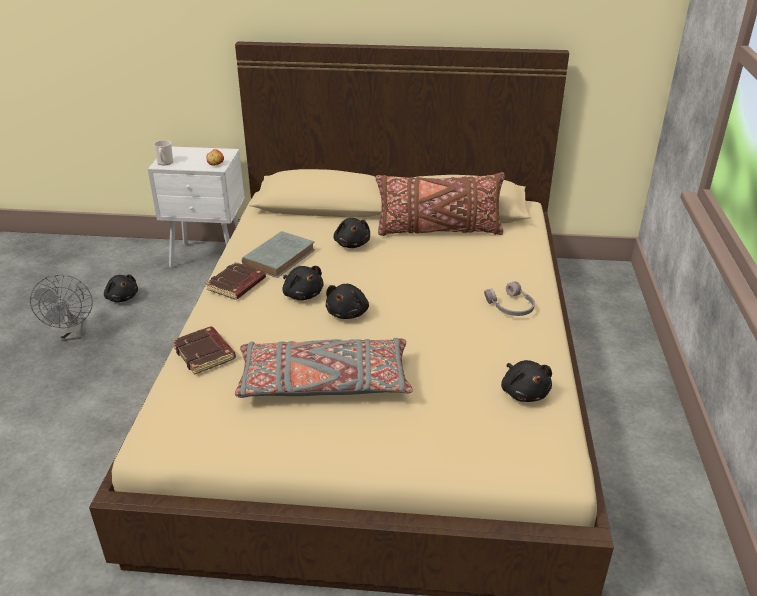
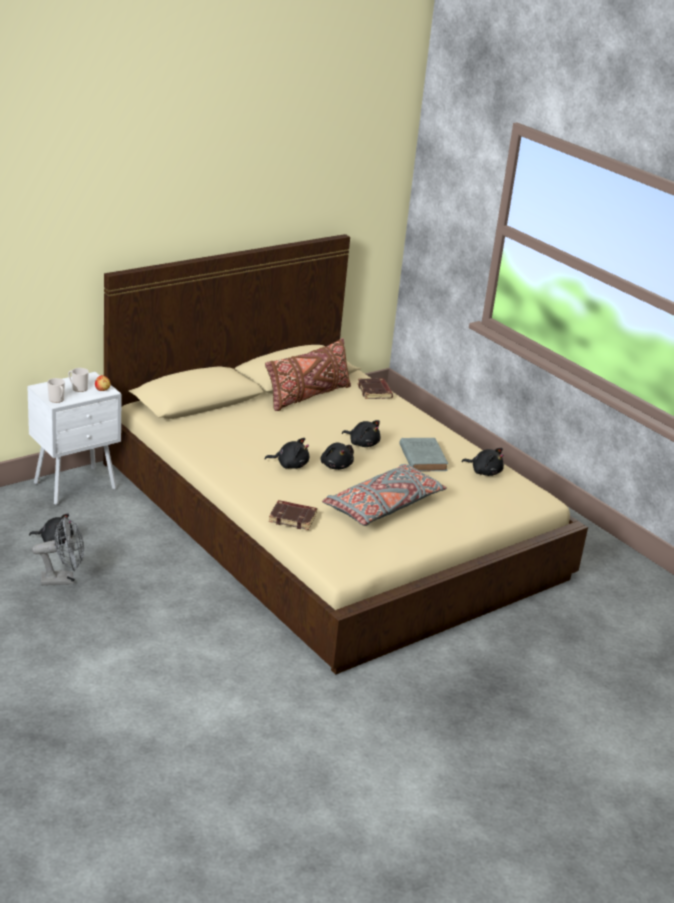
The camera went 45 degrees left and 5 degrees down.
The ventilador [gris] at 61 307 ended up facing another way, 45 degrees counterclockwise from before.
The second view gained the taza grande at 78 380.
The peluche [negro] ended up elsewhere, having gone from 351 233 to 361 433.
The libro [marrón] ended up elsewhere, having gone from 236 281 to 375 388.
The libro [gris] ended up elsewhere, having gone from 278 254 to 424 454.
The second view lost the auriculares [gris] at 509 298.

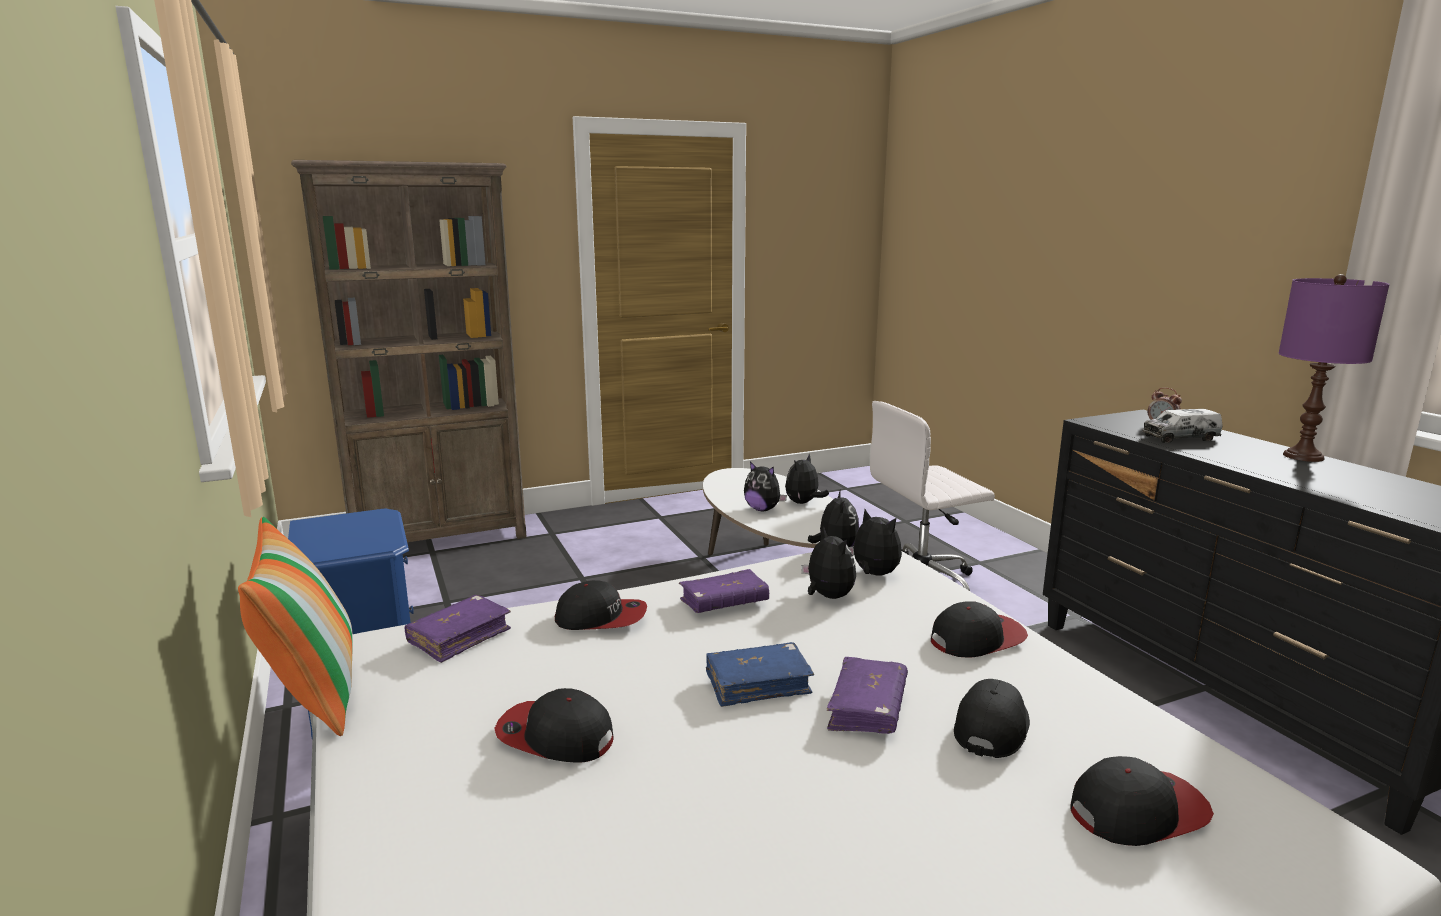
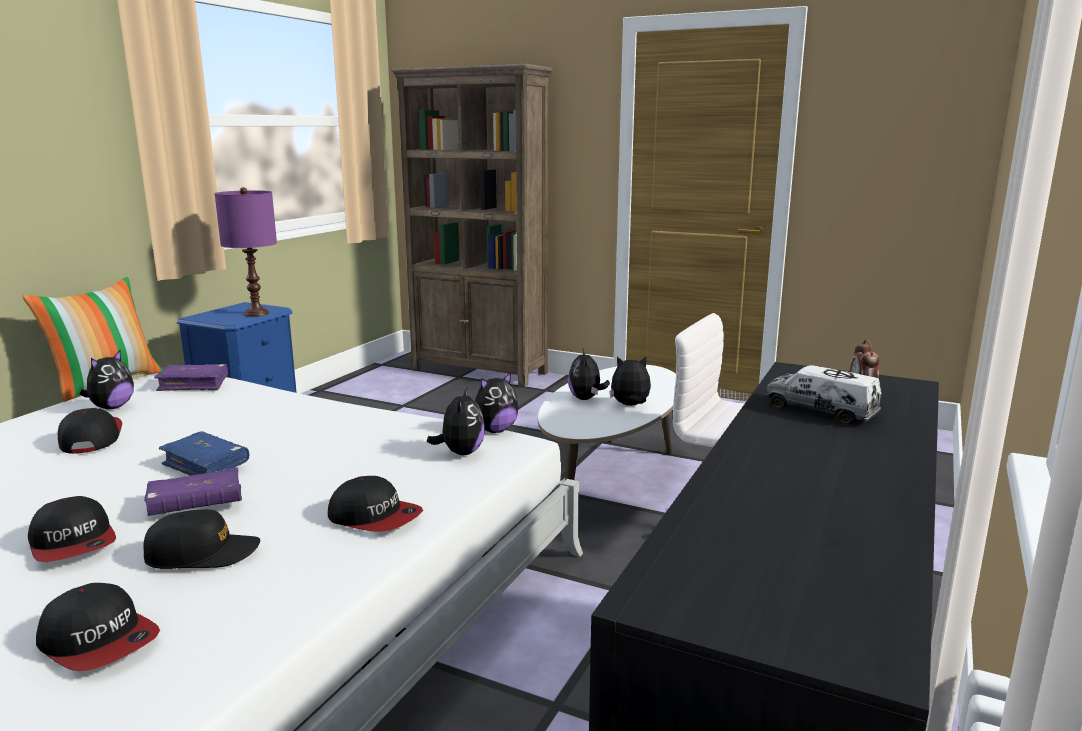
The camera went 50 degrees right and 0 degrees up.
The gorra ended up elsewhere, having gone from 601 605 to 72 529.
The peluche ended up elsewhere, having gone from 828 563 to 107 379.
The lámpara de mesa [morado] ended up elsewhere, having gone from 1334 368 to 245 252.
The second view lost the libro [morado] at 724 591.

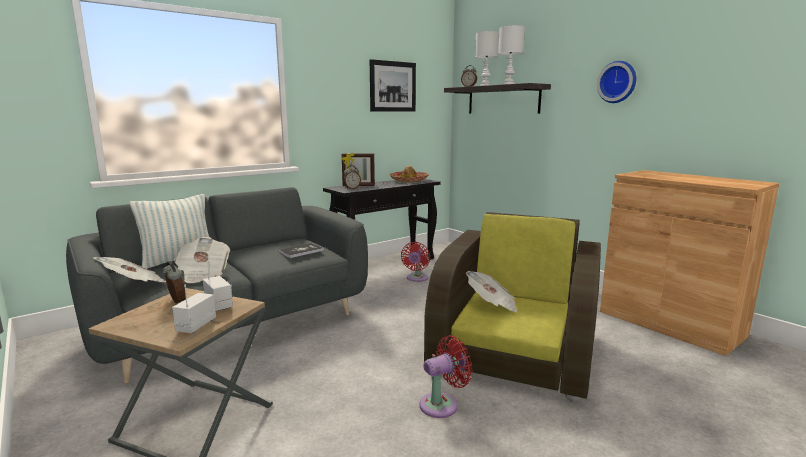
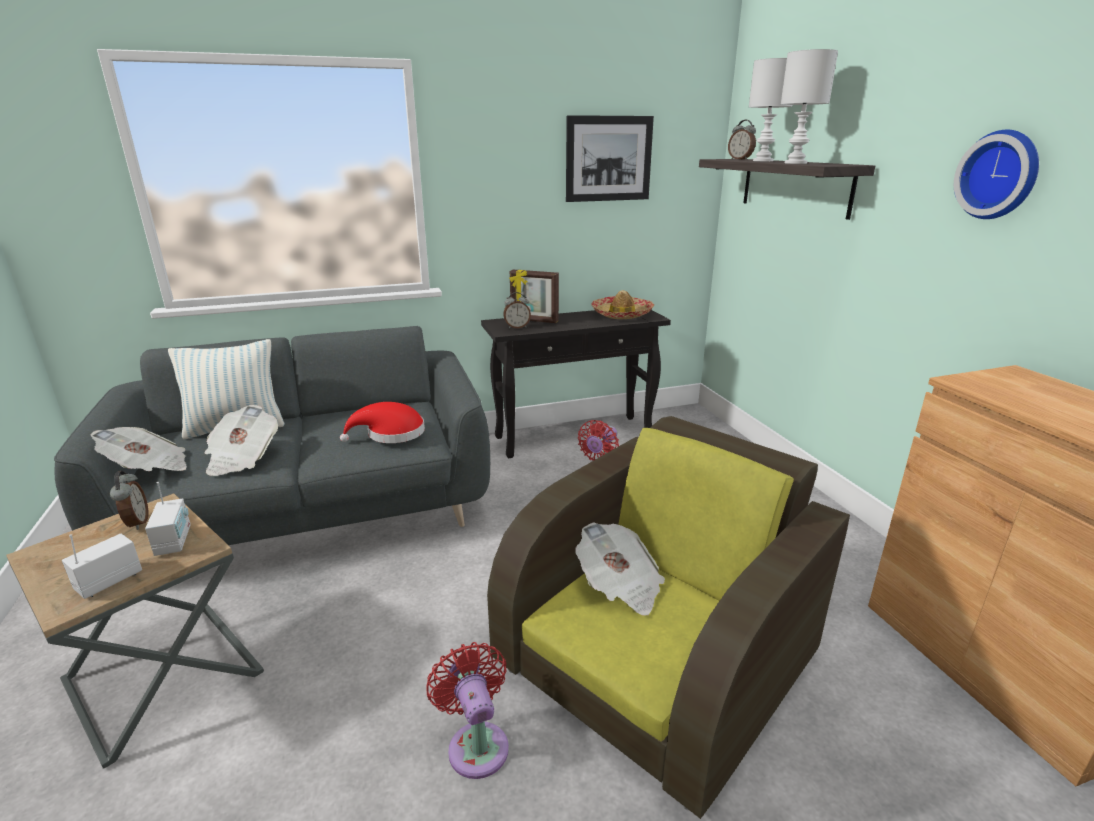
The camera went 20 degrees right and 10 degrees up.
Where the libro stood at 301 250, the sombrero [rojo] came to stand at 382 422.
The ventilador [rojo] at 446 376 ended up facing another way, 105 degrees counterclockwise from before.

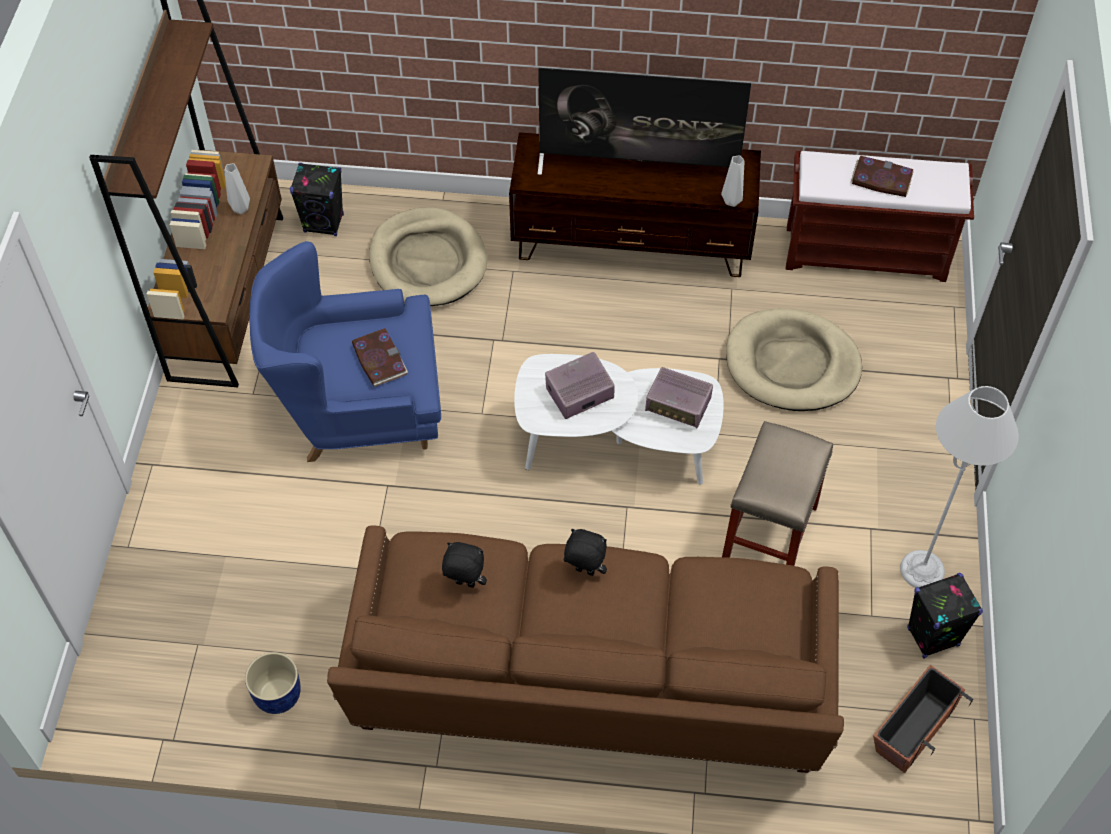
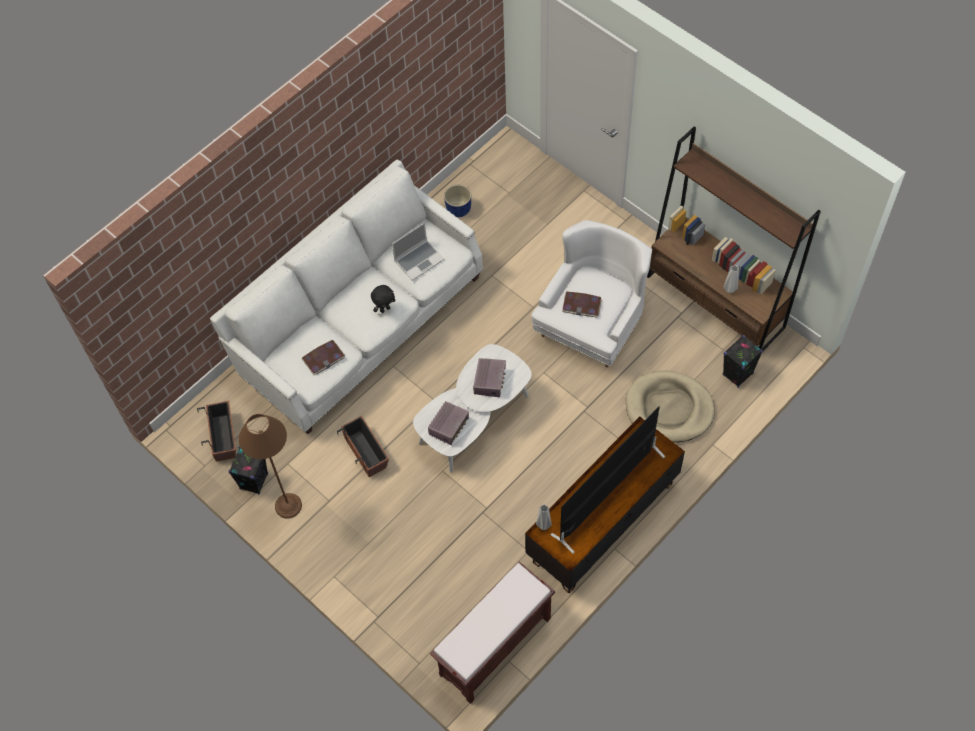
The camera went 130 degrees right and 5 degrees up.
What was the sofá [marrón] at 585 649 turned into the sofá [blanco] at 346 297.
What was the lámpara de pie [gris] at 959 487 turned into the lámpara de pie [marrón] at 270 466.
The libro ended up elsewhere, having gone from 882 176 to 323 357.
Where the taburete [beis] stood at 777 493, the maceta came to stand at 363 446.
Where the peluche [negro] stood at 464 565, the portátil came to stand at 418 252.
The radio at 679 398 ended up facing another way, 150 degrees clockwise from before.
What was the sillón [azul] at 345 351 turned into the sillón [blanco] at 591 293.
The second view lost the cama para perro [beis] at 794 359.

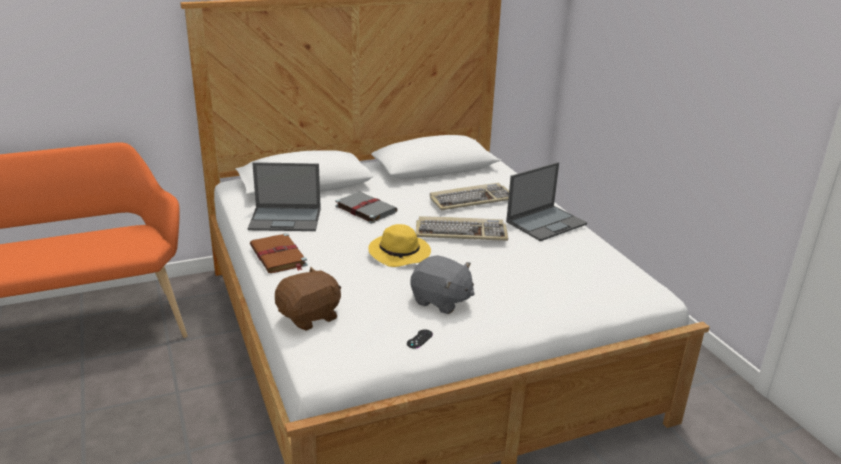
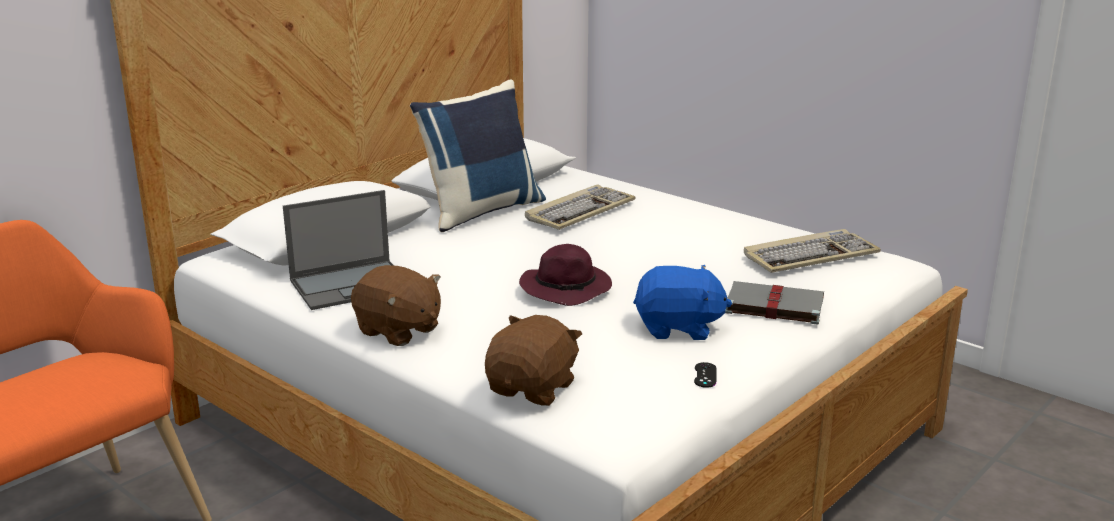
The camera went 25 degrees left and 5 degrees down.
Where the libro [marrón] stood at 279 253, the peluche [marrón] came to stand at 396 305.
The second view gained the cojín [azul] at 478 155.
What was the sombrero [amarillo] at 399 245 turned into the sombrero [morado] at 565 275.
What was the peluche [gris] at 443 284 turned into the peluche [azul] at 682 302.
The libro [gris] ended up elsewhere, having gone from 366 208 to 774 303.
The teclado ended up elsewhere, having gone from 462 228 to 812 251.
The second view lost the portátil at 546 201.

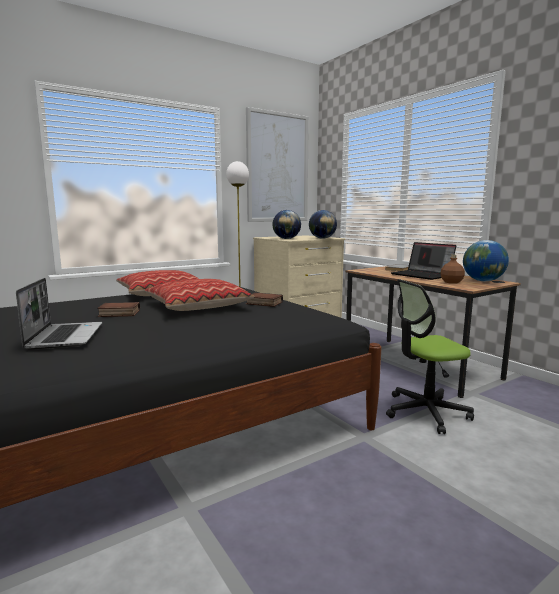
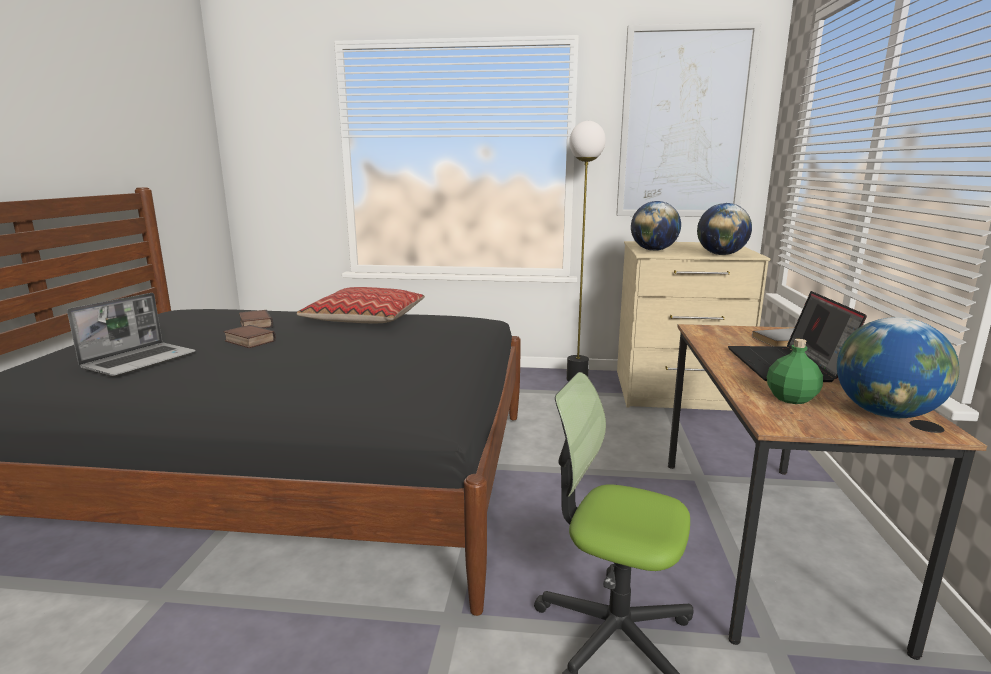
The camera went 40 degrees right and 5 degrees up.
The libro ended up elsewhere, having gone from 264 300 to 256 319.
What was the botella [marrón] at 452 269 turned into the botella [verde] at 795 371.
The second view lost the cojín at 199 295.

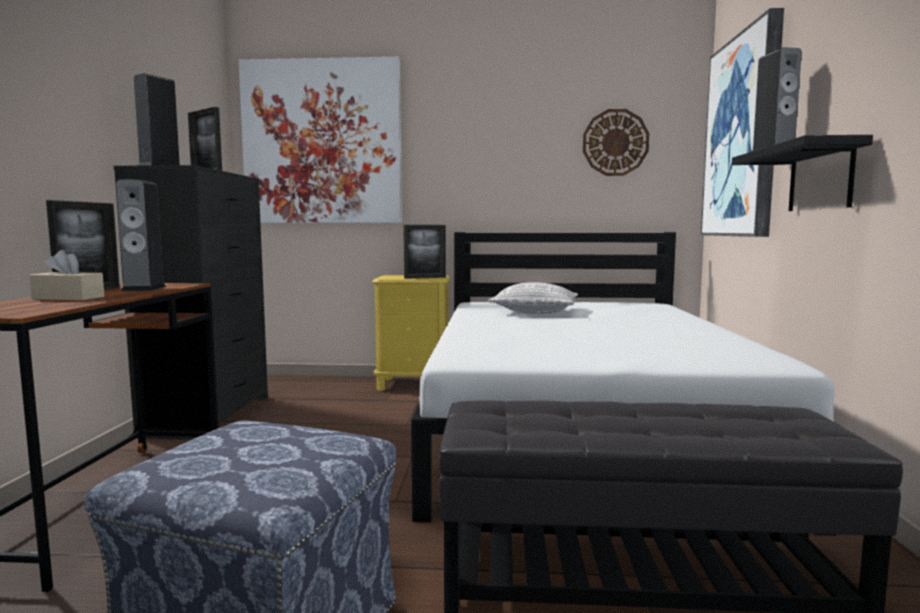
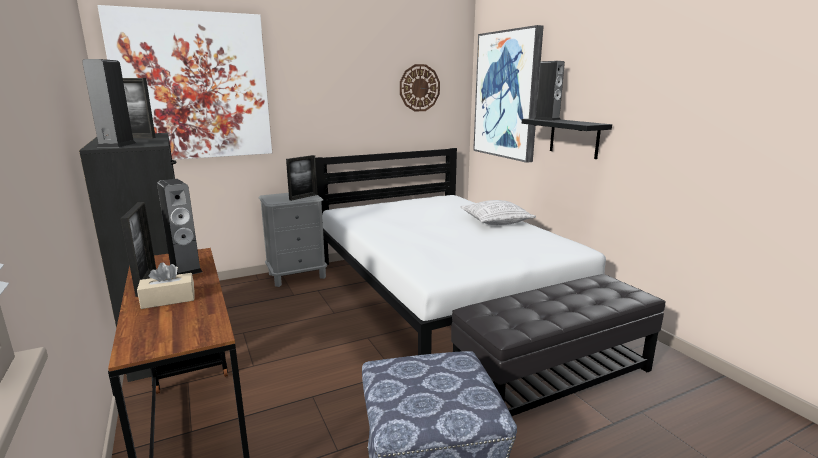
The camera went 30 degrees left and 10 degrees up.
What was the mesita de noche [amarillo] at 411 333 turned into the mesita de noche [gris] at 293 240.
The cojín ended up elsewhere, having gone from 533 298 to 498 212.

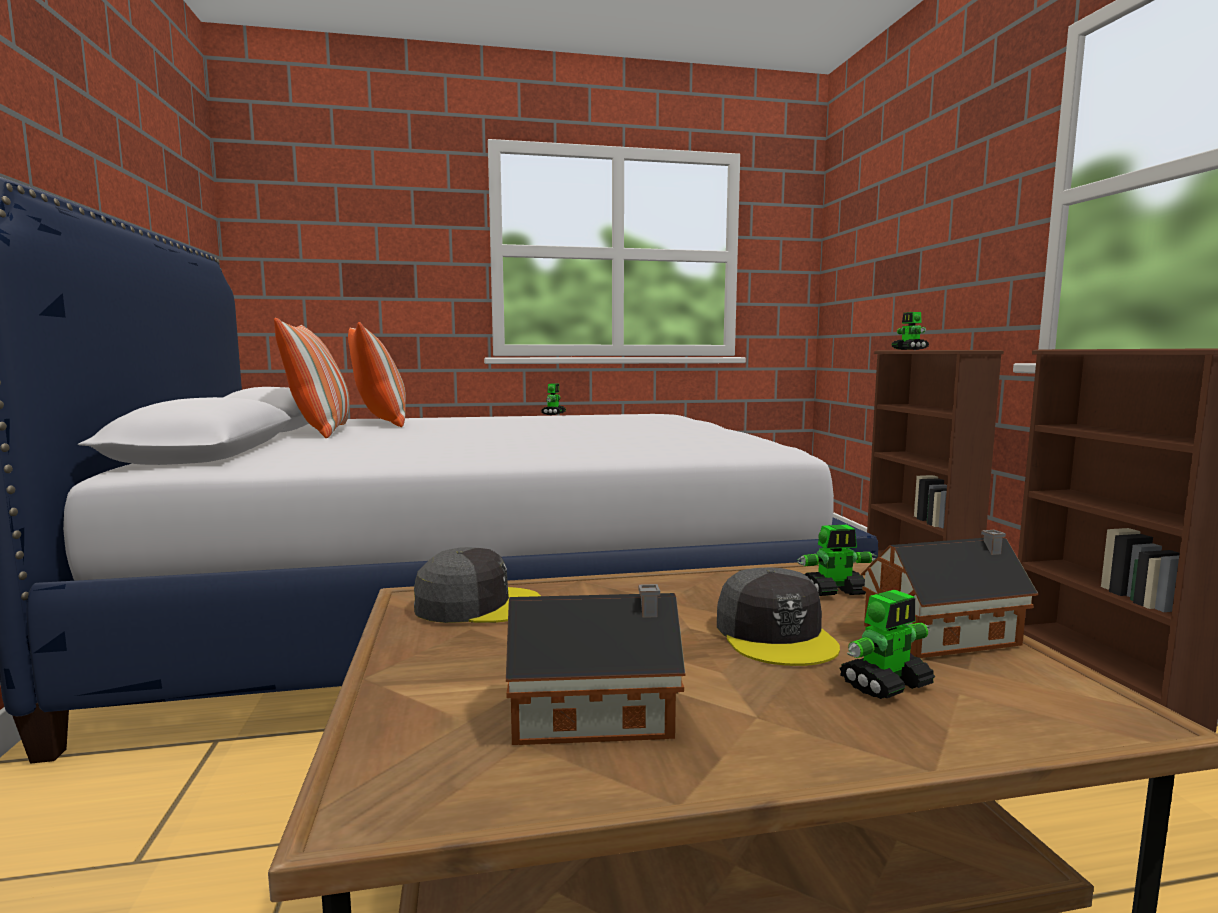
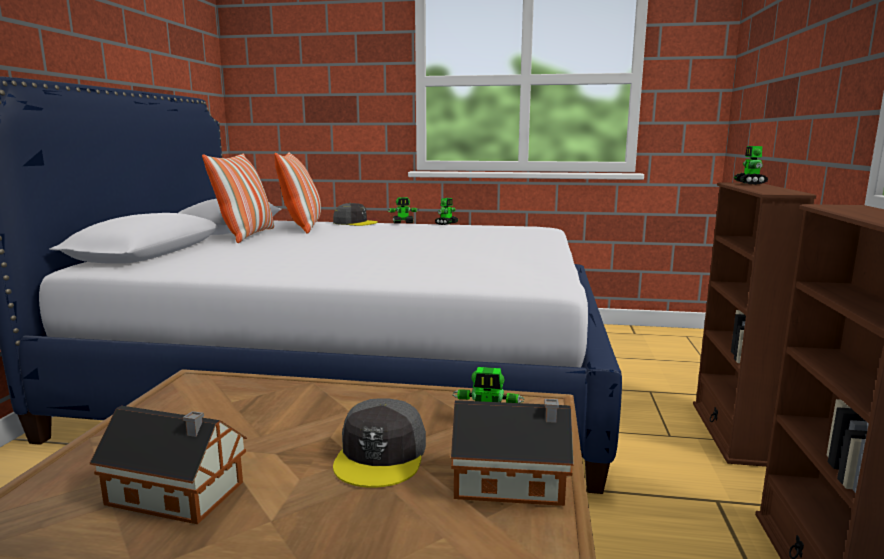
The camera went 20 degrees right and 5 degrees up.
The gorra [gris] ended up elsewhere, having gone from 477 585 to 355 214.
The robot de juguete ended up elsewhere, having gone from 888 644 to 403 210.

